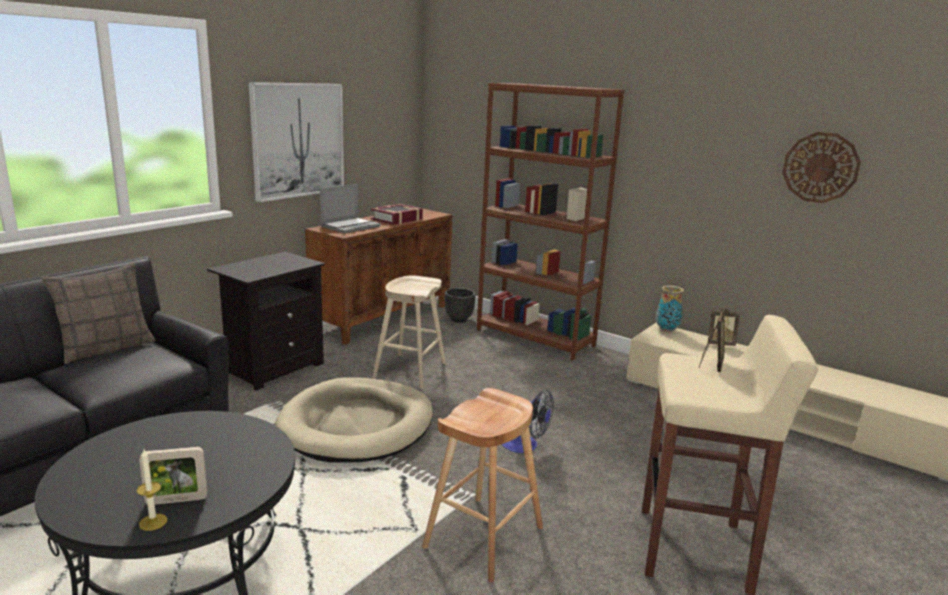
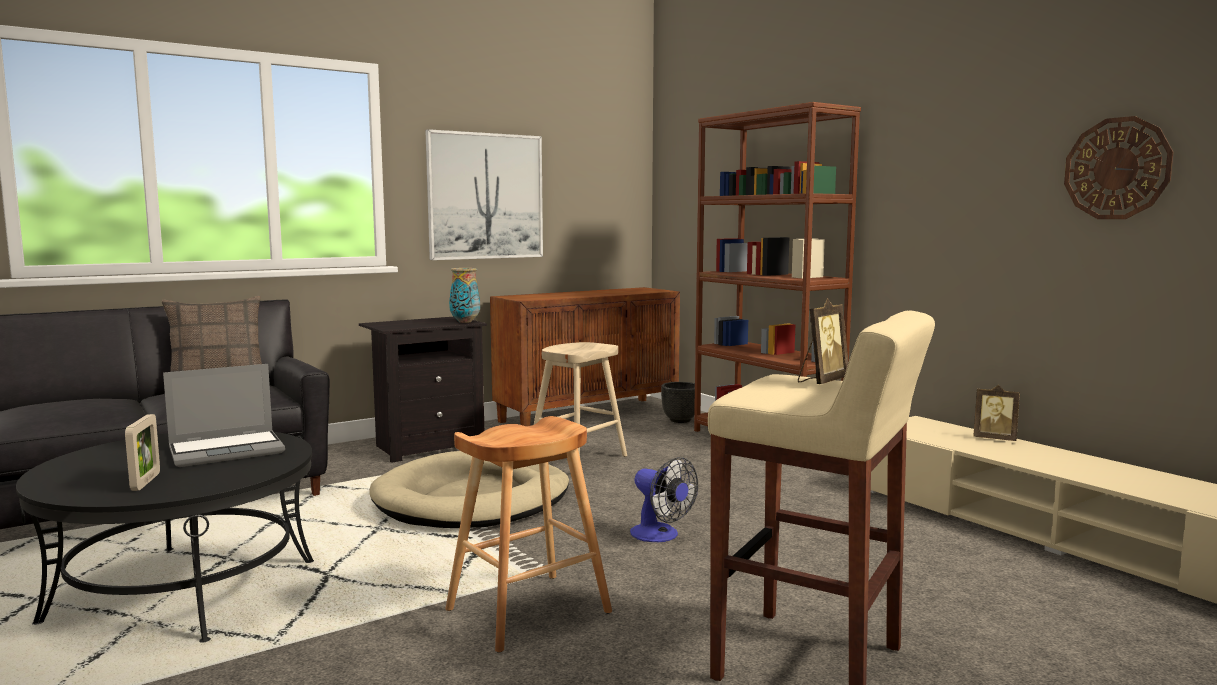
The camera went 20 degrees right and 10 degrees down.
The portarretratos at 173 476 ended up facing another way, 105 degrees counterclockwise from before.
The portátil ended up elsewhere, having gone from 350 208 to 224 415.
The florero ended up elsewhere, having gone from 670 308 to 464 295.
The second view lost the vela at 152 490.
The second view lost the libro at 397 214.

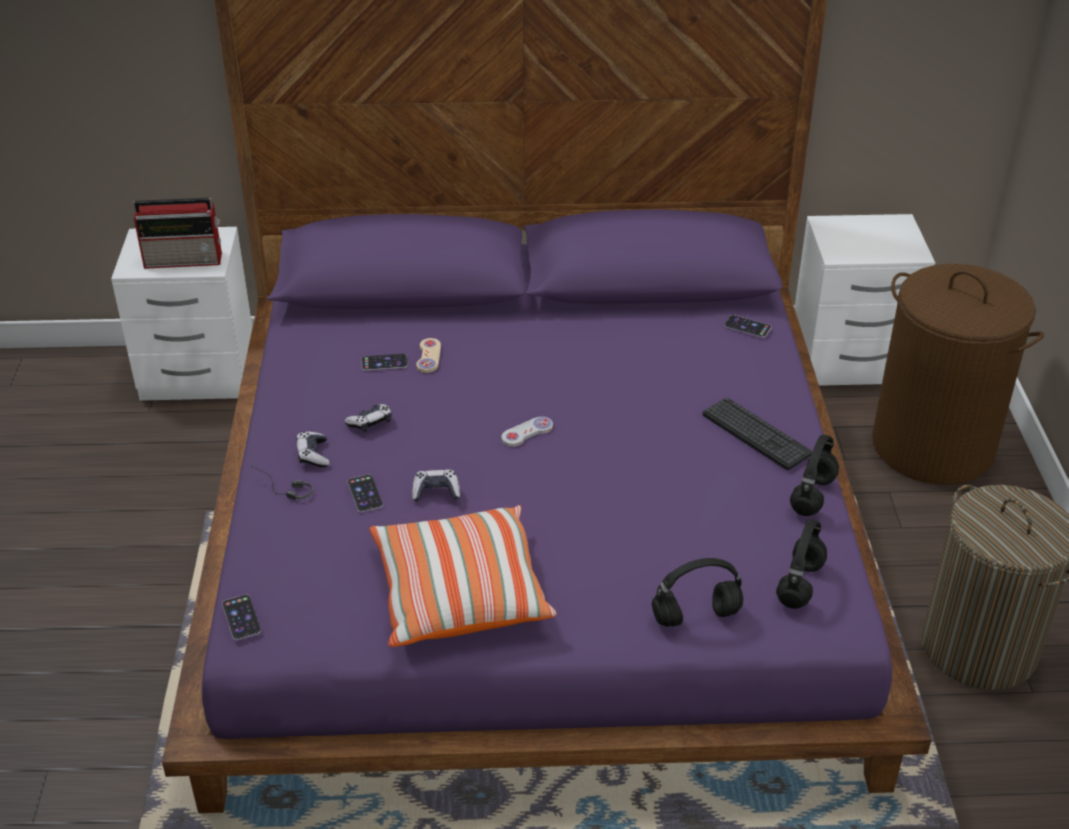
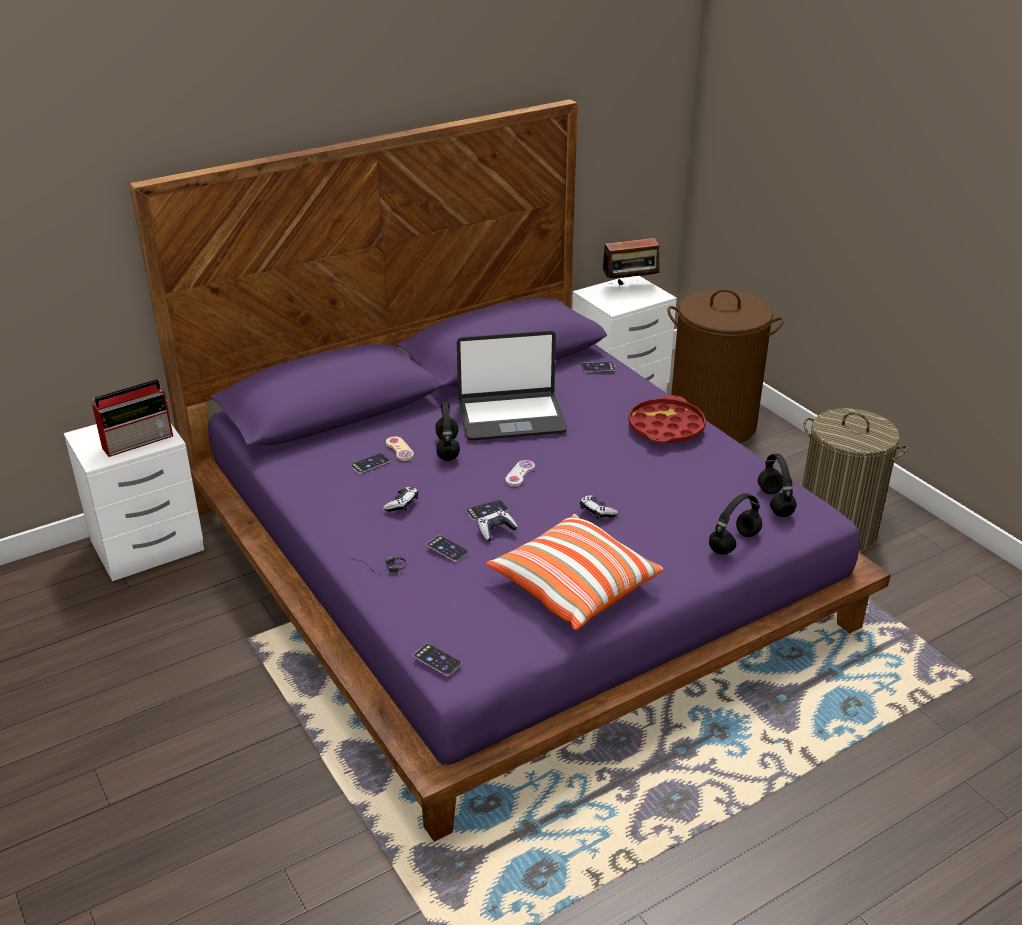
The camera went 30 degrees left and 5 degrees down.
The auriculares [negro] ended up elsewhere, having gone from 814 475 to 447 431.
The second view gained the portátil at 512 386.
The second view gained the móvil at 487 510.
The mando de consola ended up elsewhere, having gone from 313 449 to 599 507.
The second view gained the radio at 630 261.
Where the teclado stood at 757 434, the bandeja [rojo] came to stand at 667 419.

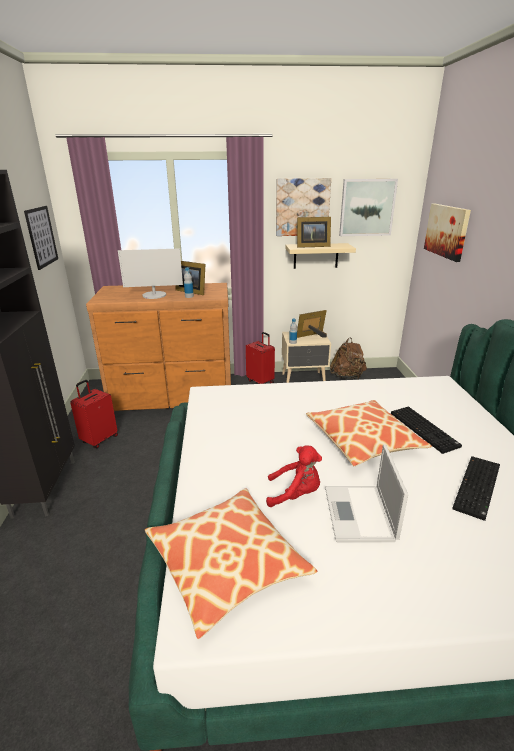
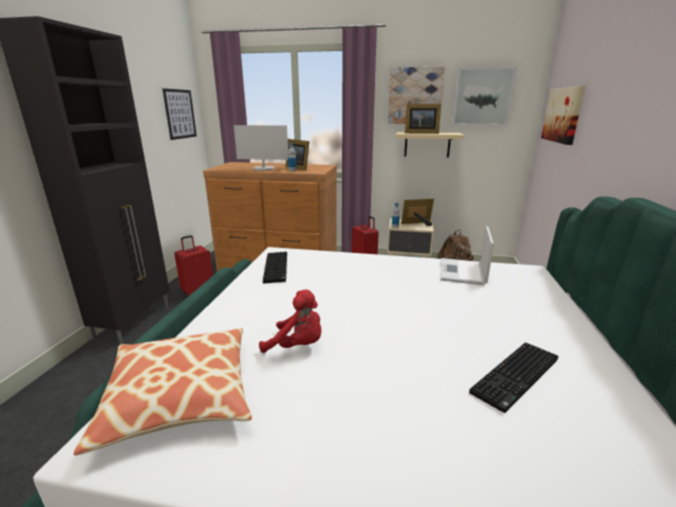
The camera went 15 degrees right and 5 degrees down.
The teclado ended up elsewhere, having gone from 426 430 to 275 268.
The portátil ended up elsewhere, having gone from 366 493 to 467 255.
The second view lost the cojín at 369 433.

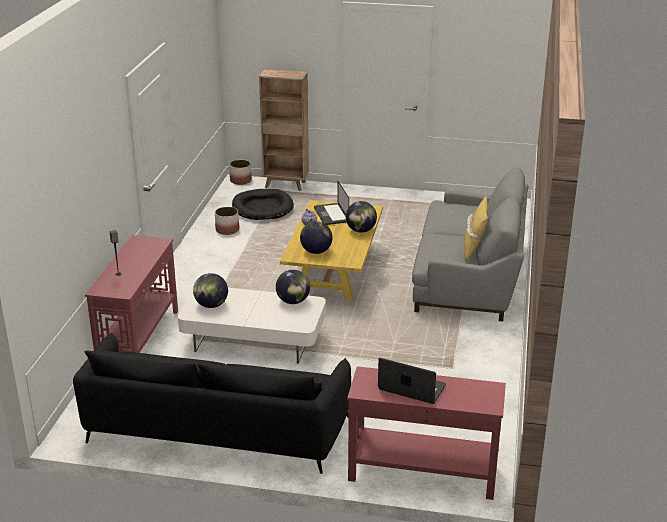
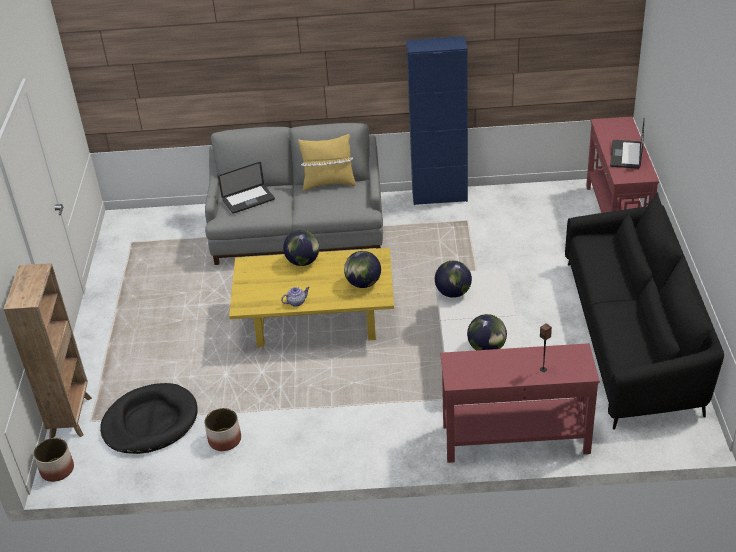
The camera went 100 degrees left and 10 degrees up.
The portátil ended up elsewhere, having gone from 331 203 to 246 188.
The second view gained the armario [azul] at 437 120.

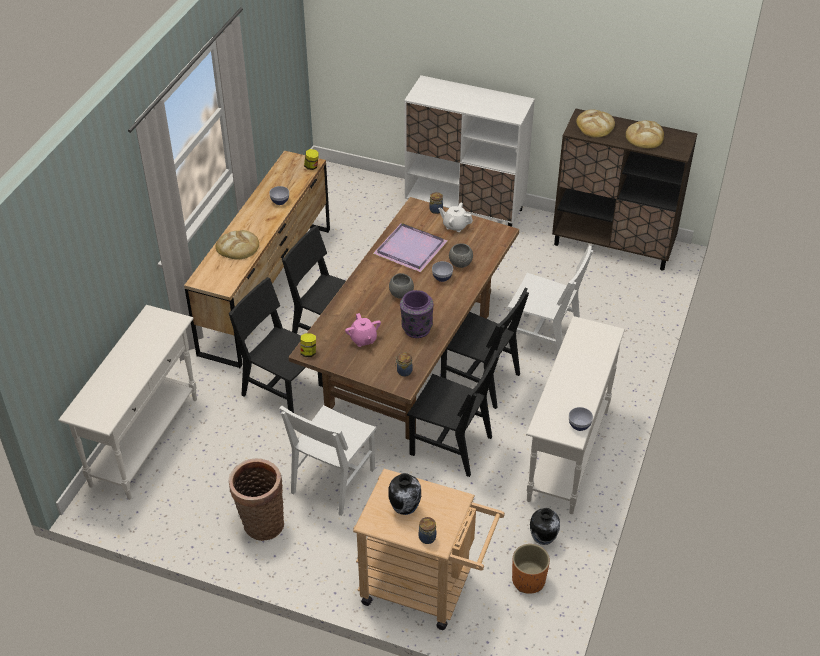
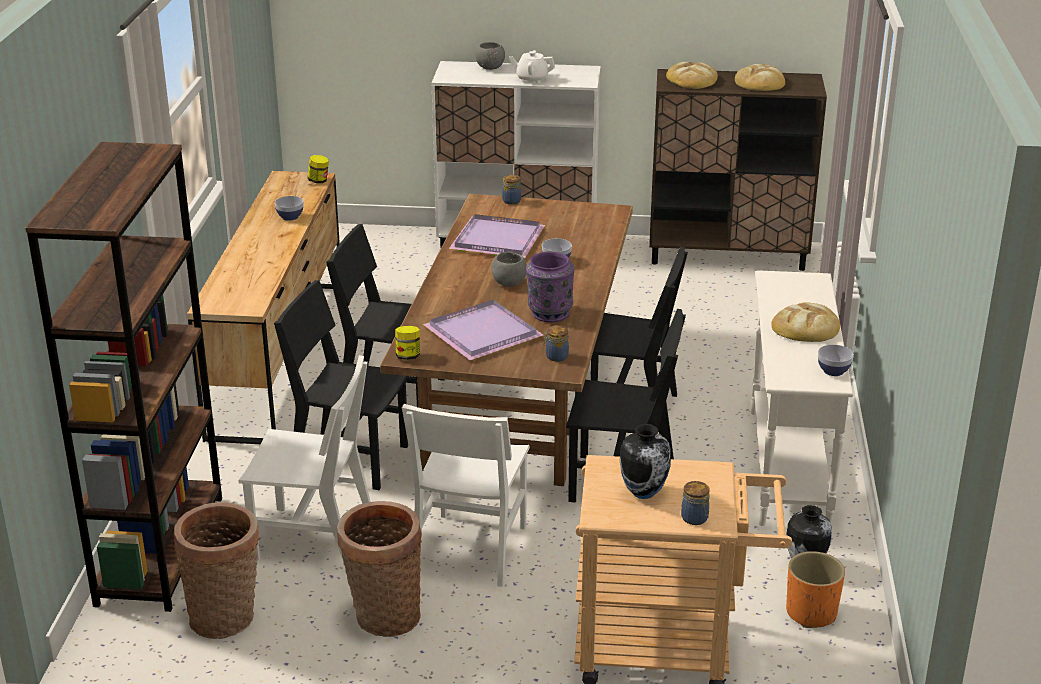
The camera went 15 degrees left and 15 degrees down.
Where the mesa consola [blanco] stood at 127 402, the estantería [marrón] came to stand at 123 377.
The second view gained the cesta at 217 570.
The silla [blanco] ended up elsewhere, having gone from 550 298 to 305 457.
Where the tetera [rosa] stood at 363 330, the bandeja [morado] came to stand at 483 329.
The cuenco [gris] ended up elsewhere, having gone from 461 255 to 490 56.
The tetera [blanco] ended up elsewhere, having gone from 456 217 to 532 66.
The pan ended up elsewhere, having gone from 237 245 to 805 322.

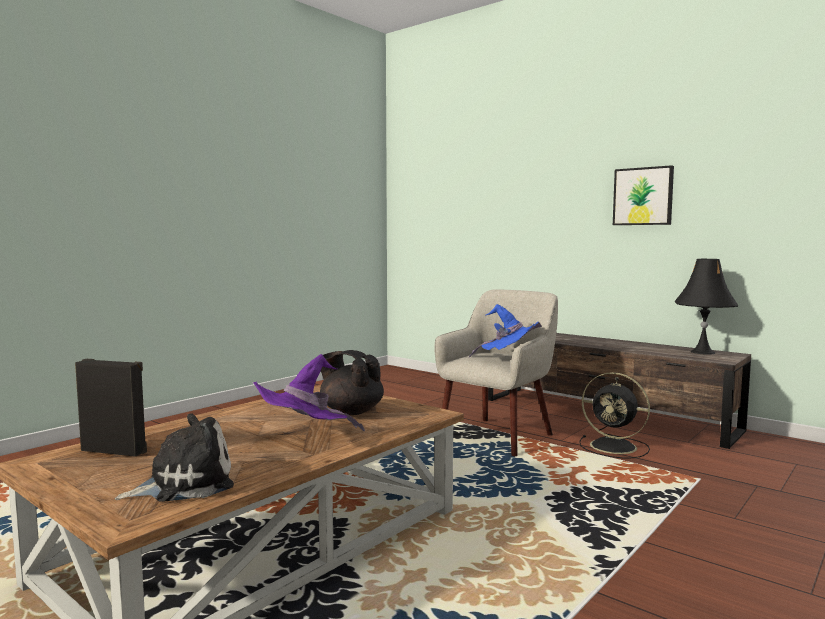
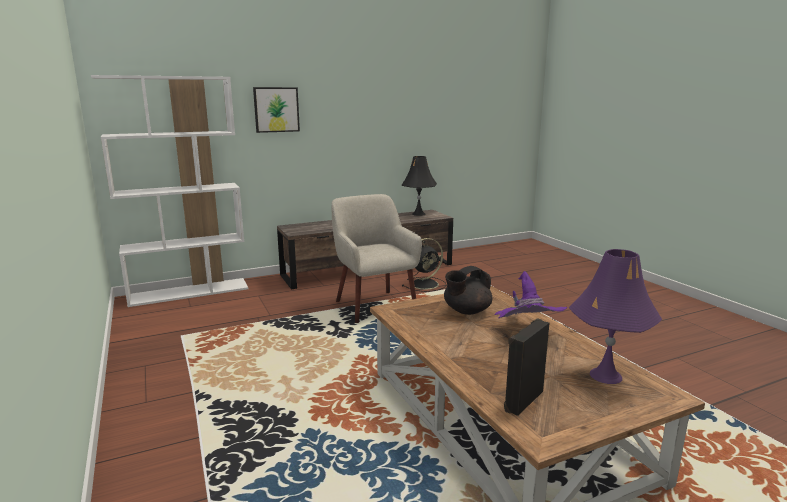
The camera went 65 degrees left and 10 degrees up.
The second view gained the estantería [blanco] at 169 191.
The cuadro ended up elsewhere, having gone from 643 195 to 276 110.
Where the peluche stood at 174 457, the lámpara de mesa [morado] came to stand at 615 316.
The second view lost the sombrero [azul] at 505 330.

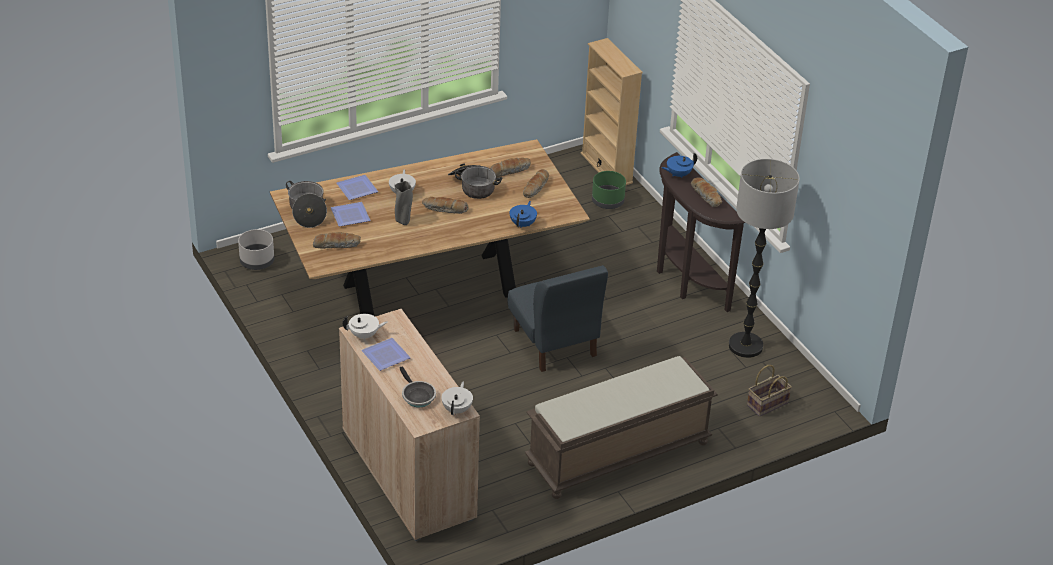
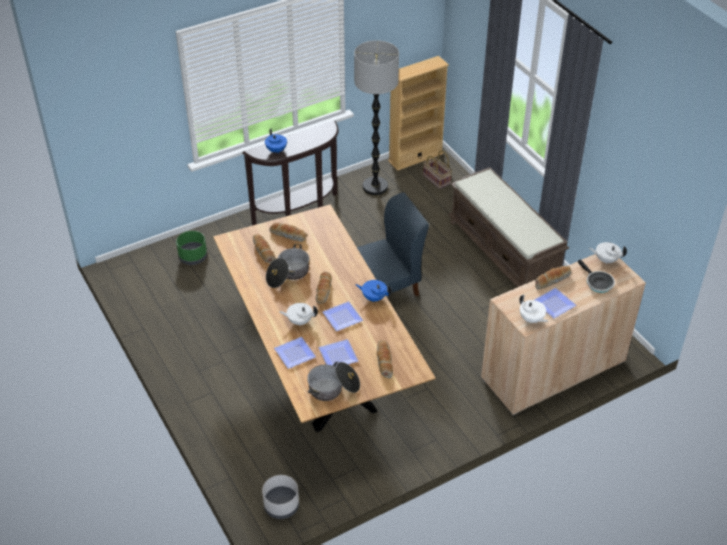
The camera went 90 degrees left and 5 degrees up.
Where the florero [gris] stood at 403 203, the plato came to stand at 343 316.
The tetera [azul] ended up elsewhere, having gone from 523 214 to 374 290.
The estantería [beis] ended up elsewhere, having gone from 612 111 to 418 113.
The tetera [blanco] at 365 327 ended up facing another way, 150 degrees clockwise from before.
The pan ended up elsewhere, having gone from 706 192 to 553 278.
The sartén at 417 386 ended up facing another way, 90 degrees clockwise from before.

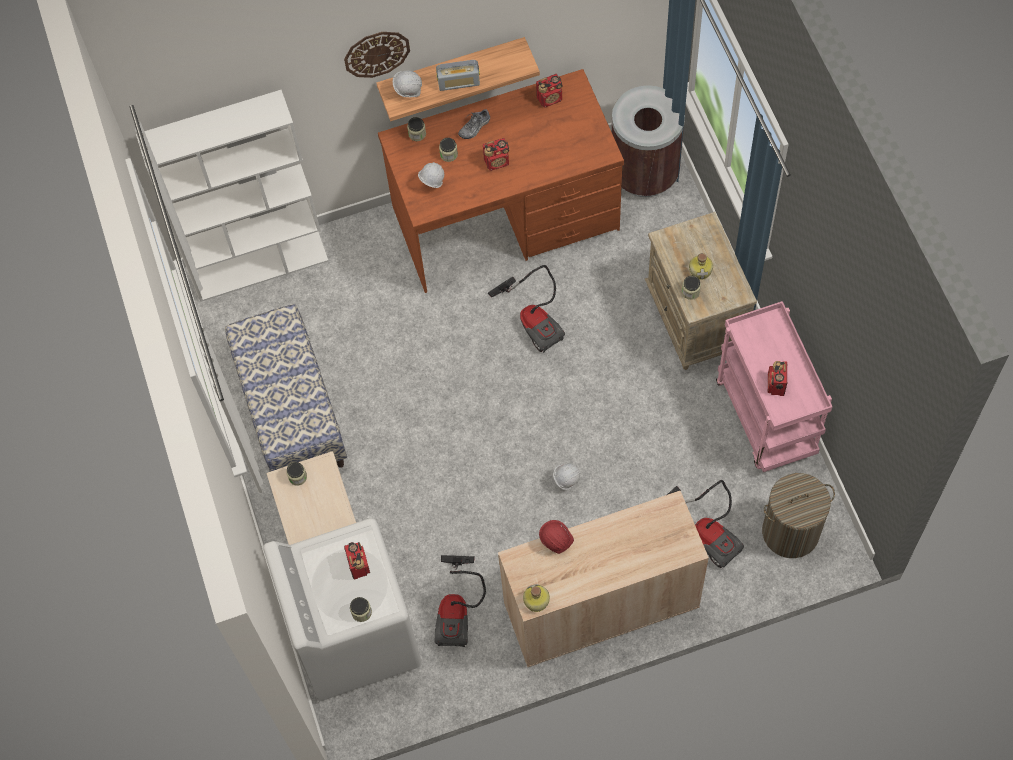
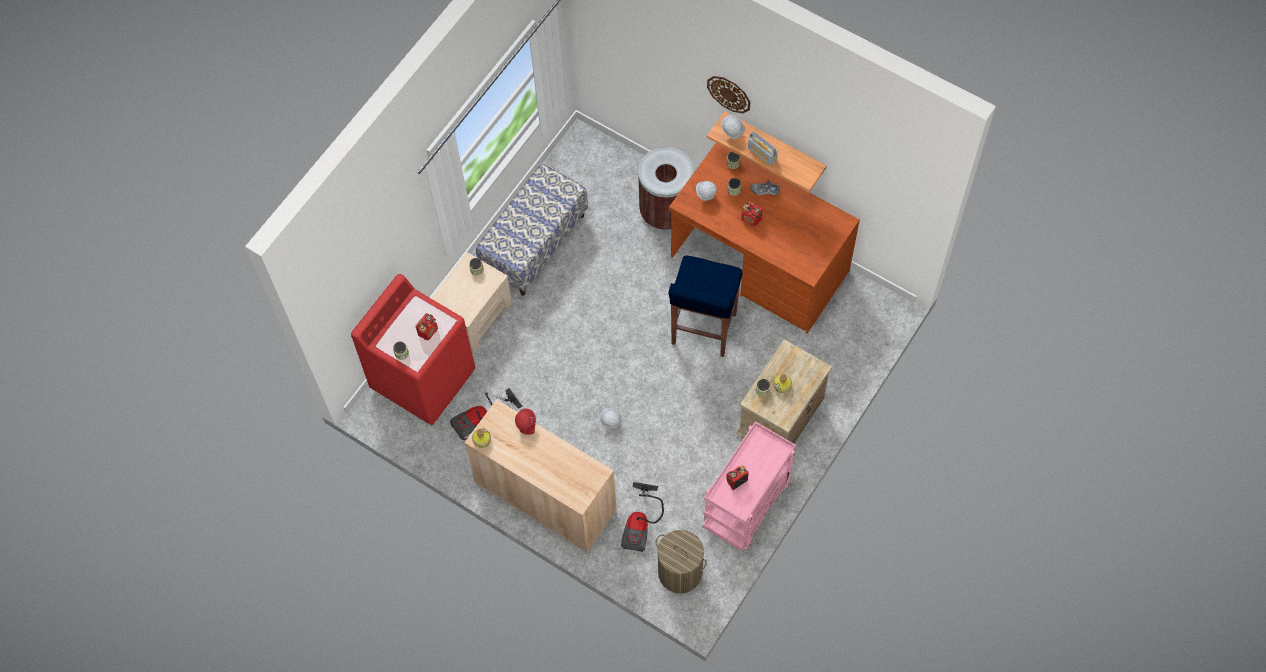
The camera went 50 degrees right and 0 degrees up.
What was the lavadora [blanco] at 342 610 turned into the lavadora [rojo] at 413 349.
The papelera [marrón] ended up elsewhere, having gone from 648 141 to 666 188.
Where the aspiradora stood at 526 309, the taburete [azul] came to stand at 705 306.
The second view lost the estantería [blanco] at 232 196.
The second view lost the radio at 549 91.

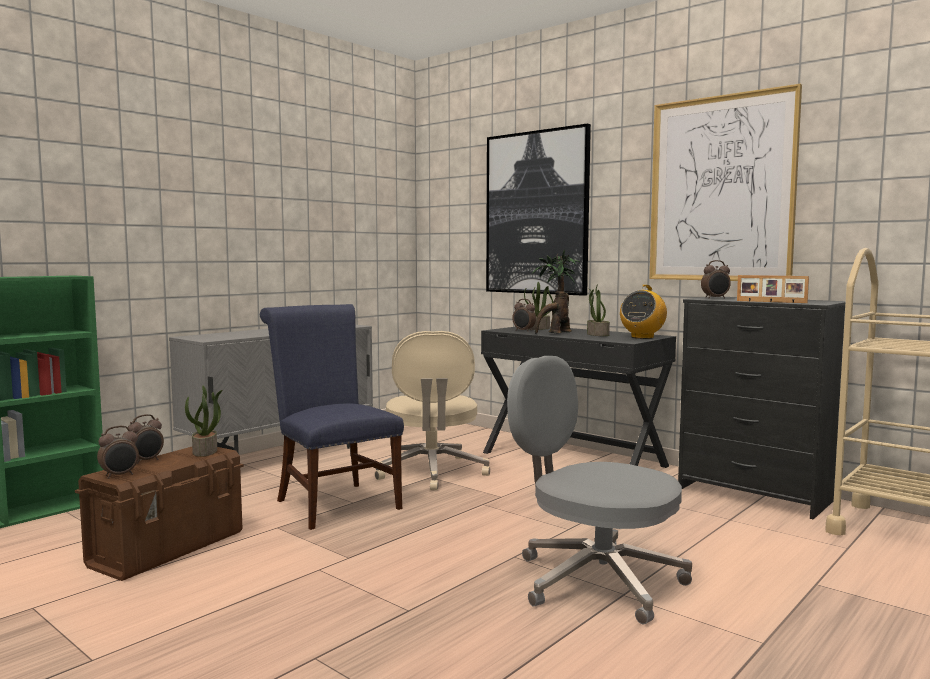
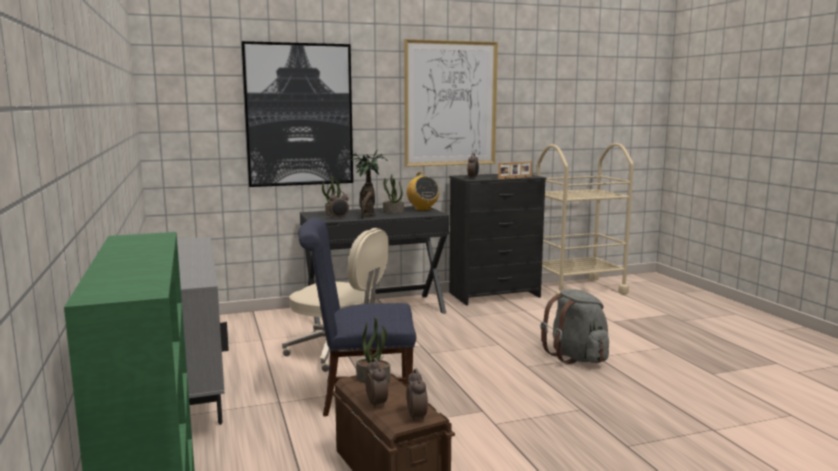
The camera went 60 degrees left and 5 degrees up.
Where the silla de oficina [gris] stood at 599 490, the mochila [gris] came to stand at 574 326.

